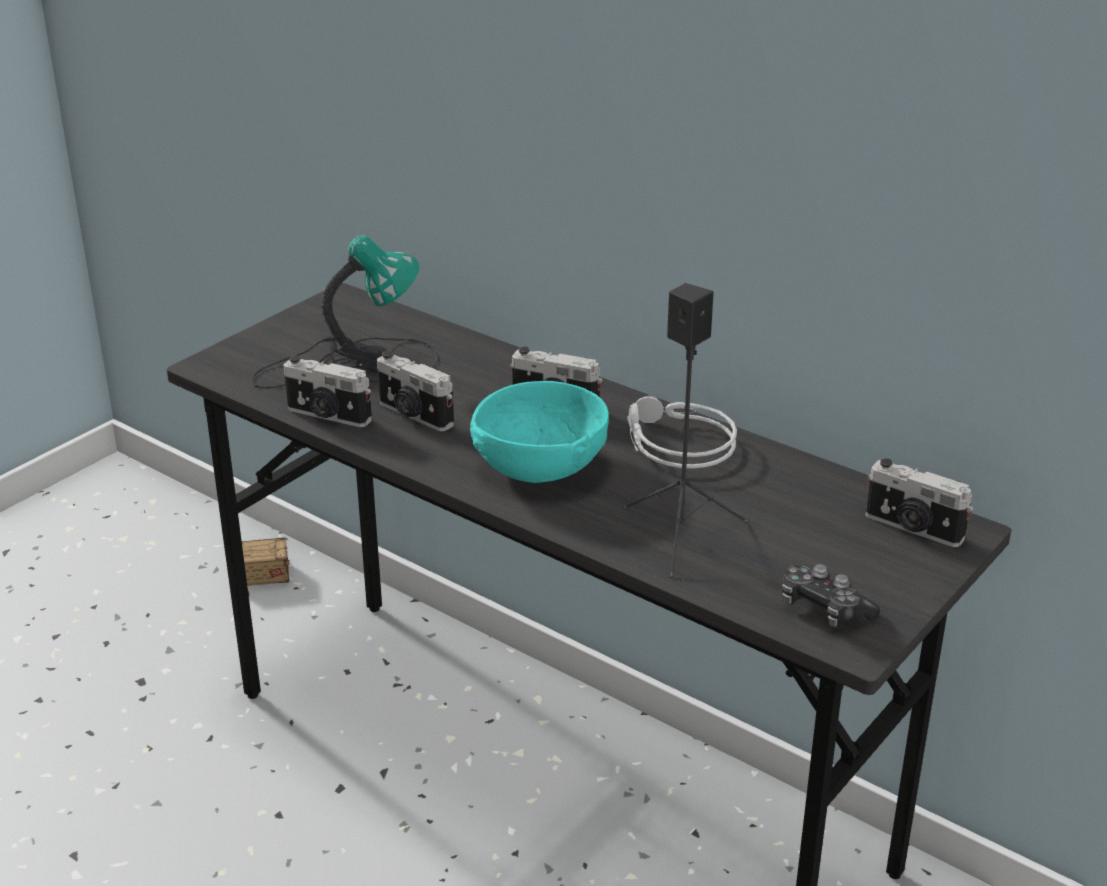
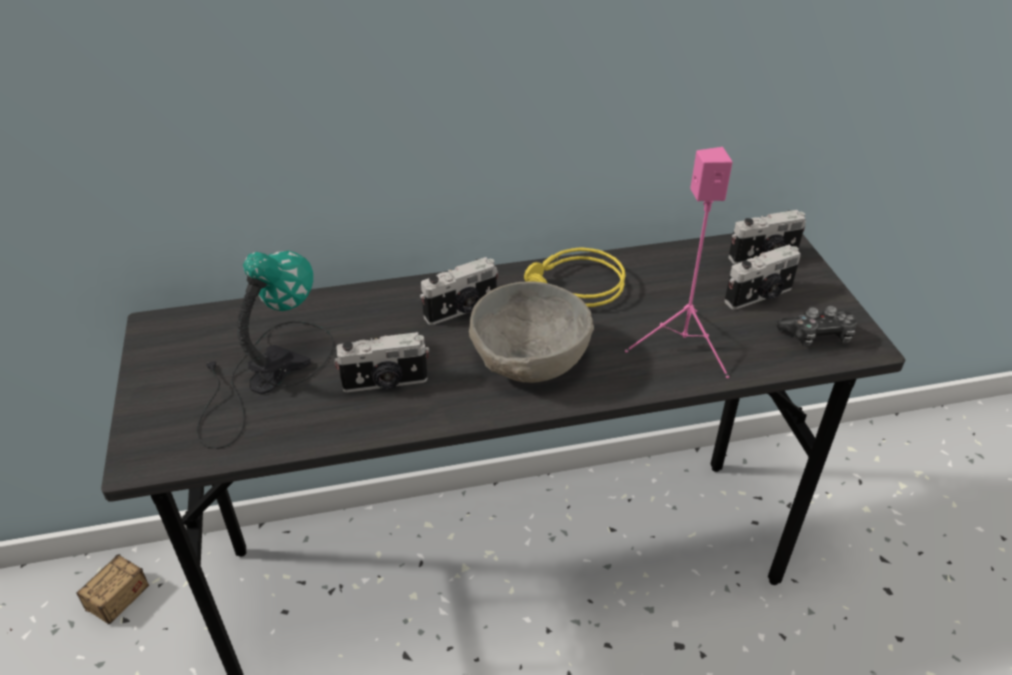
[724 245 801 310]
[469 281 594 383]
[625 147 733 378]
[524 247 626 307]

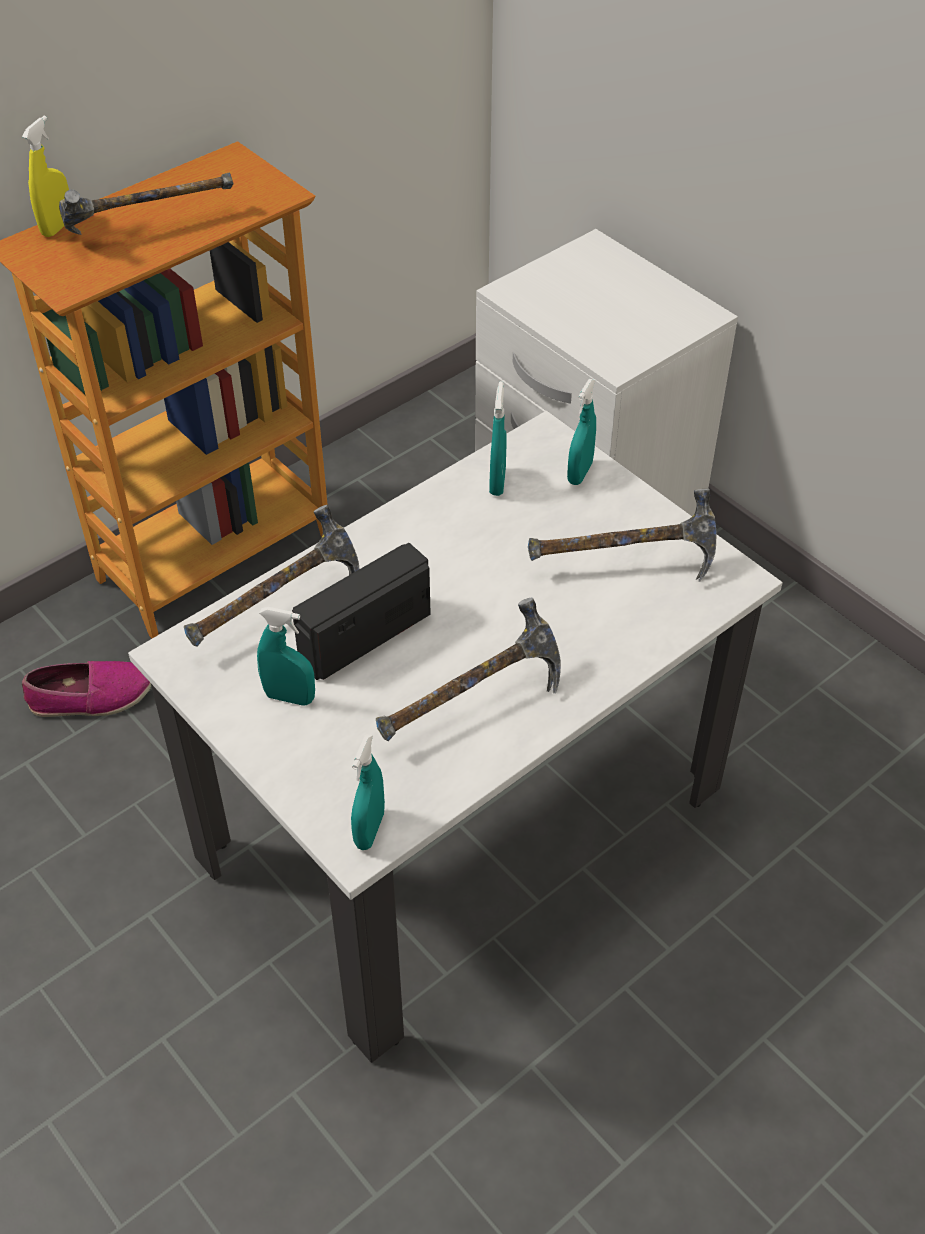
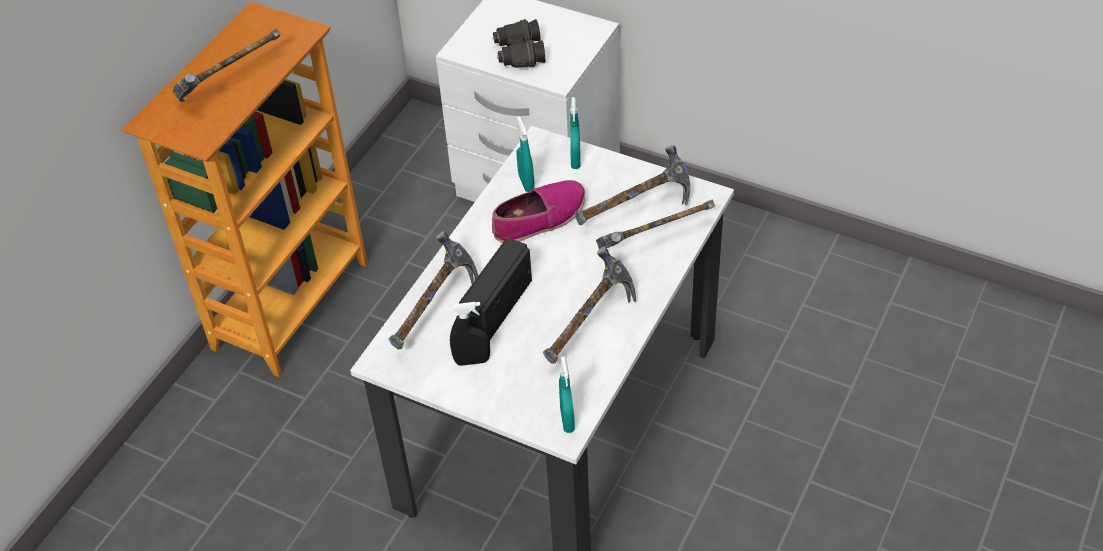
[22 116 69 237] (first image)
[492 180 585 243]
[450 302 490 366]
[493 19 545 68]
[596 200 715 249]

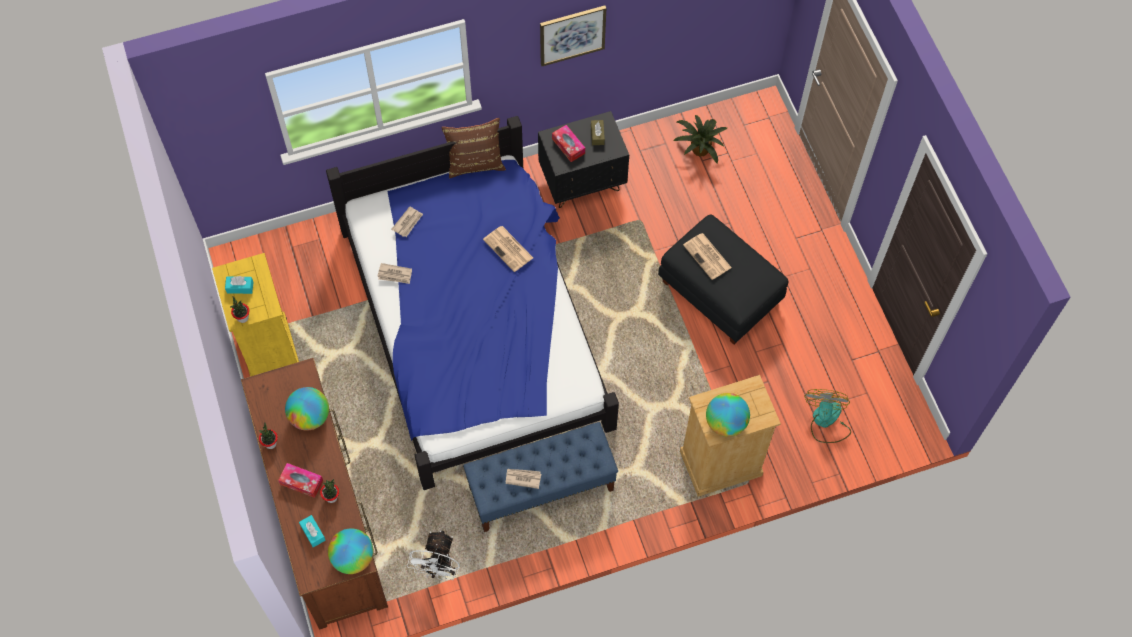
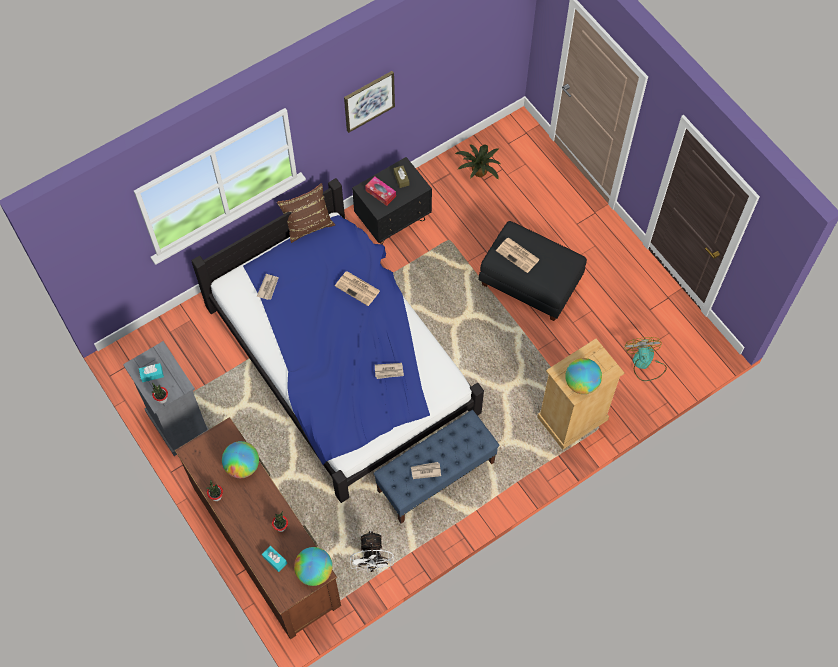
[123 341 209 456]
[278 463 323 498] (first image)
[375 363 404 379]

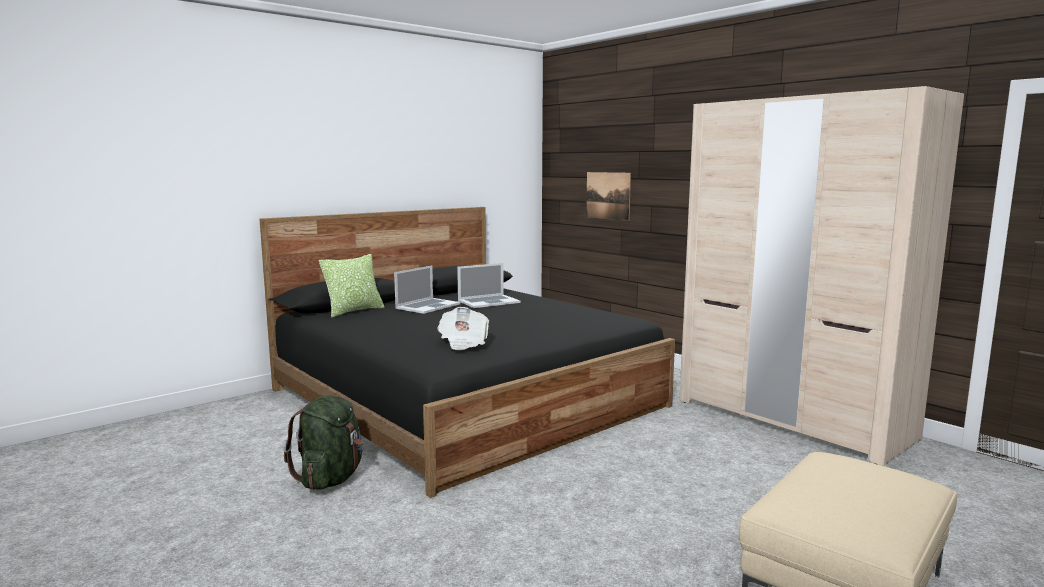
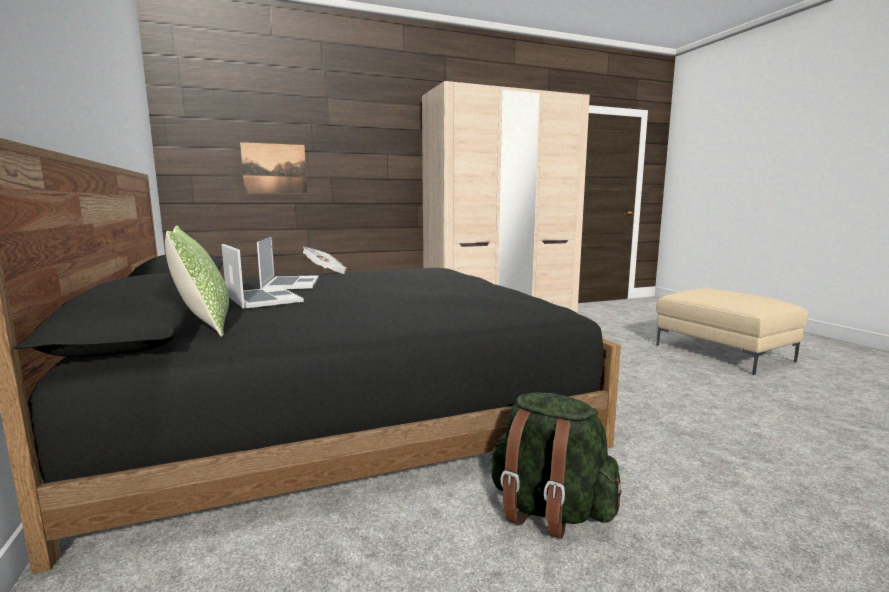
[303 247 347 274]

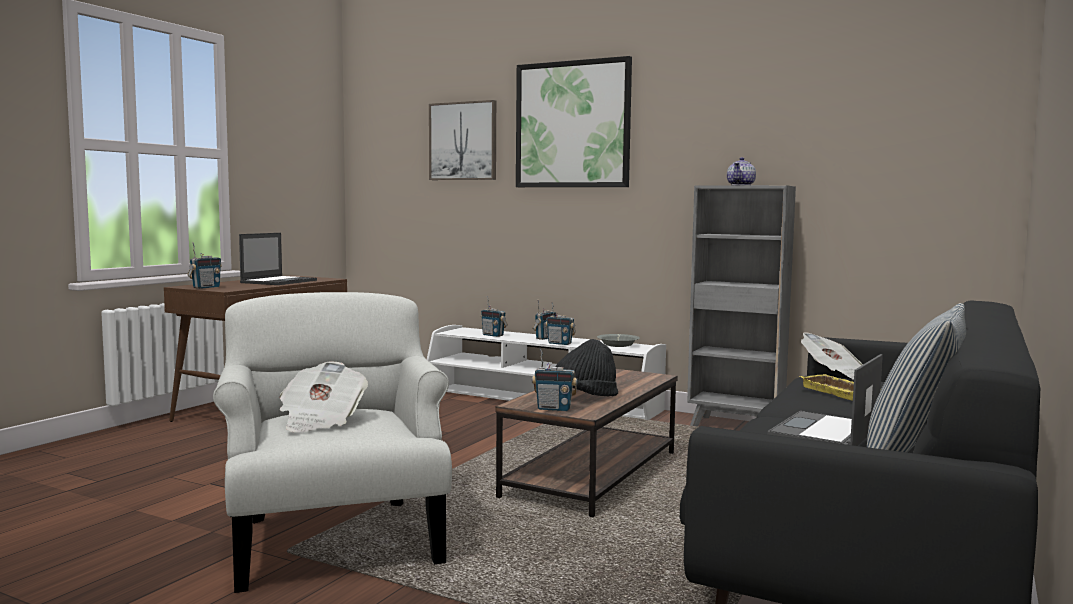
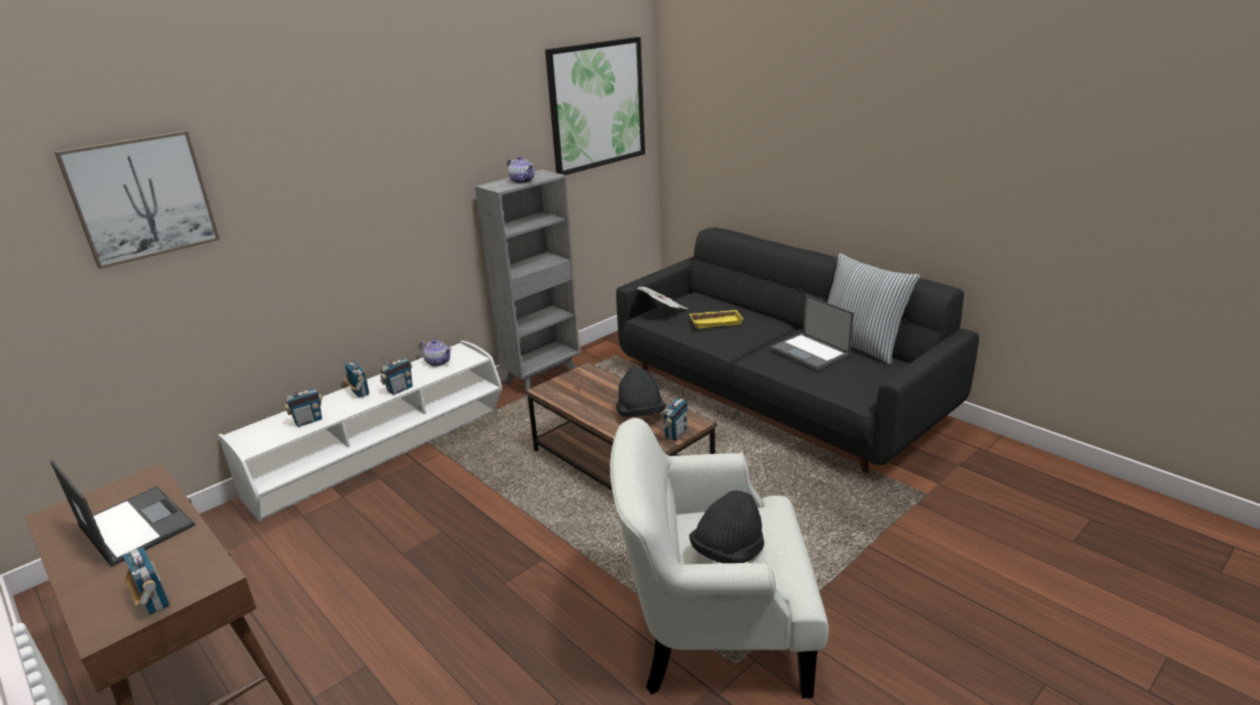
[689 490 764 563]
[545 37 645 175]
[419 340 452 366]

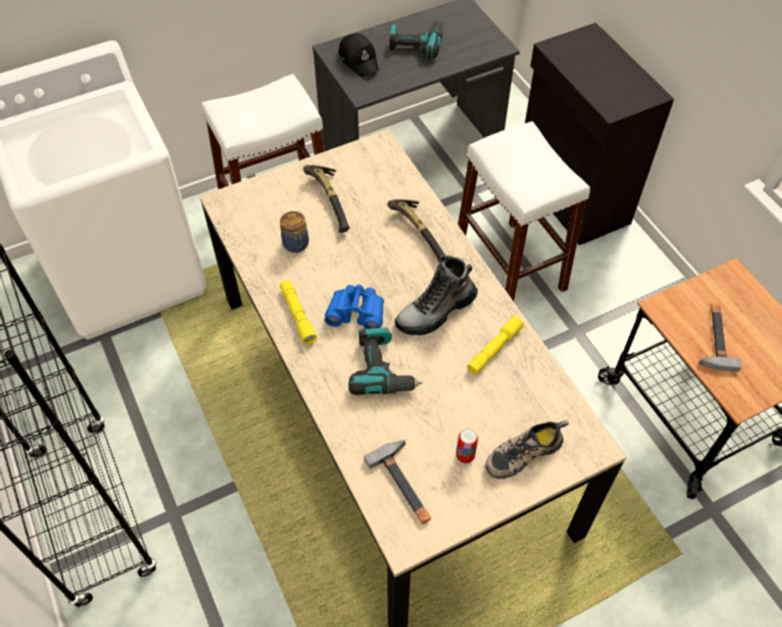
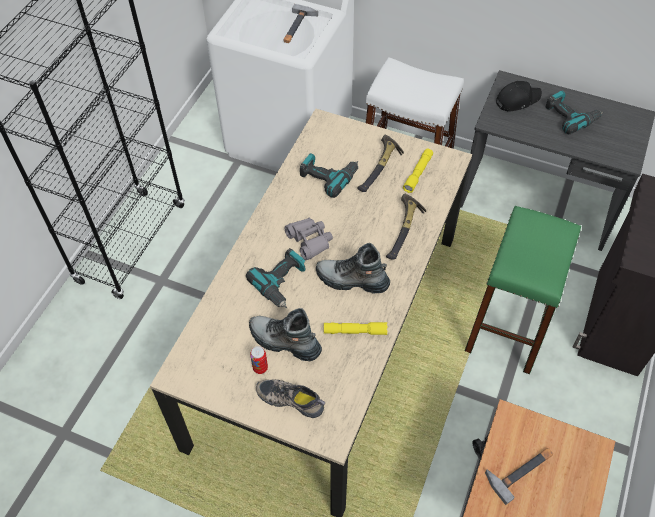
[300 153 358 198]
[403 149 433 193]
[284 218 333 260]
[496 81 542 112]
[283 4 318 43]
[465 206 581 374]
[249 308 322 361]

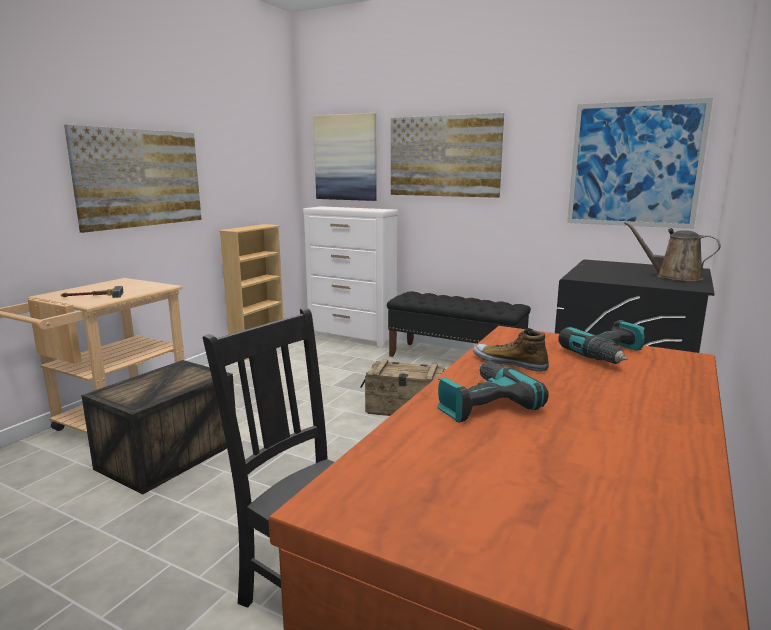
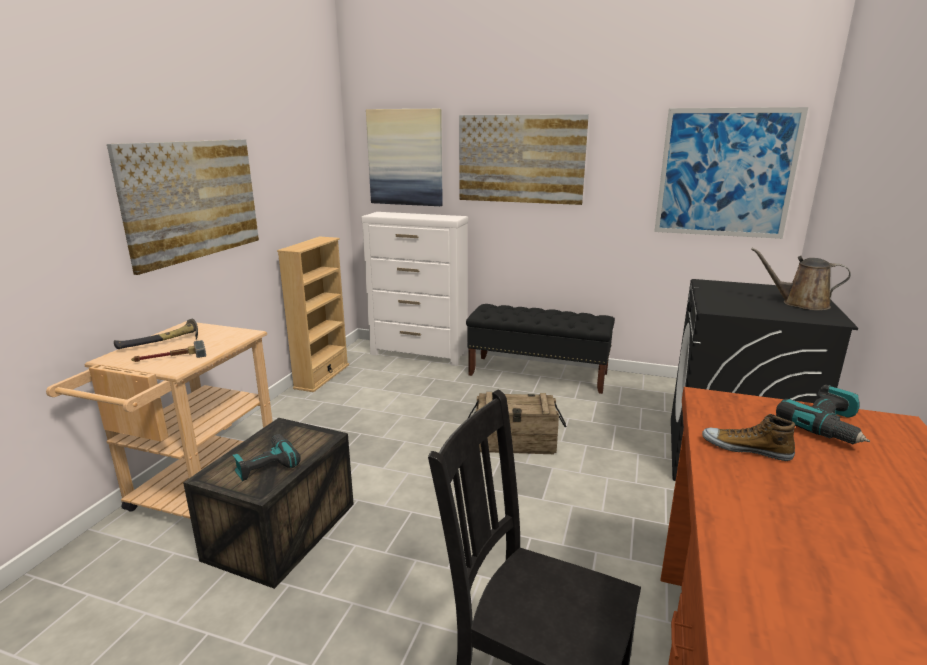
[233 434 301 481]
[114 319 198 349]

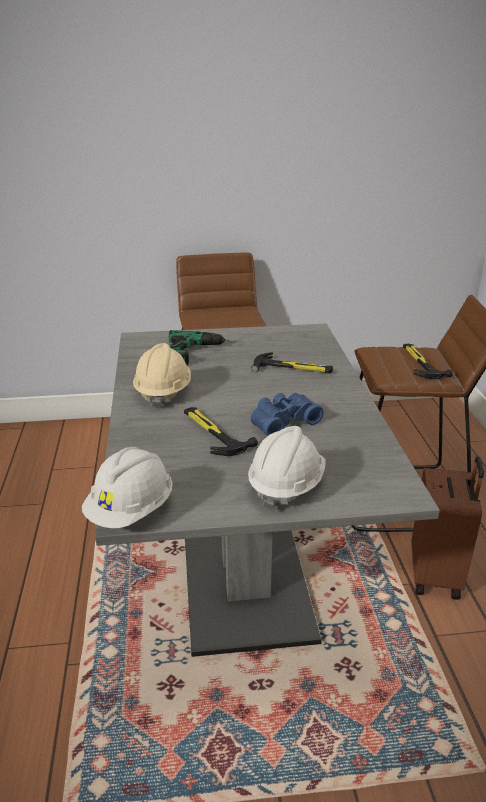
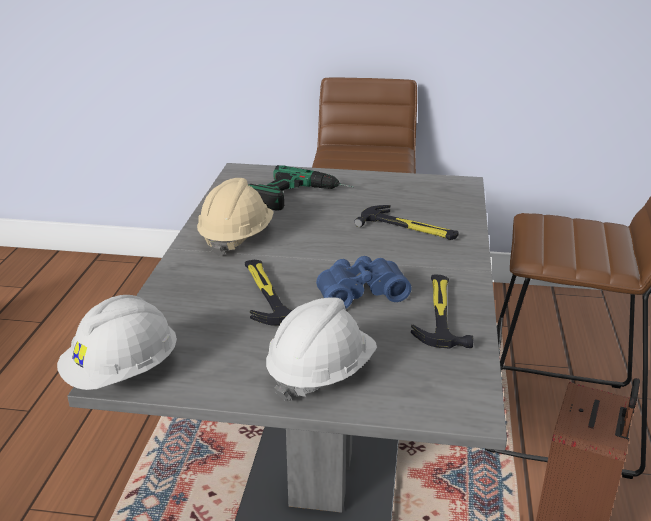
[411 275 473 348]

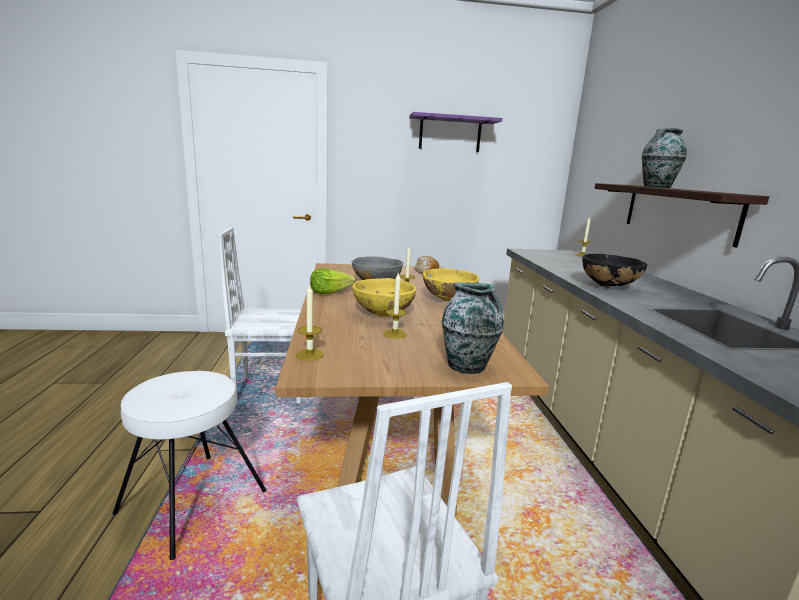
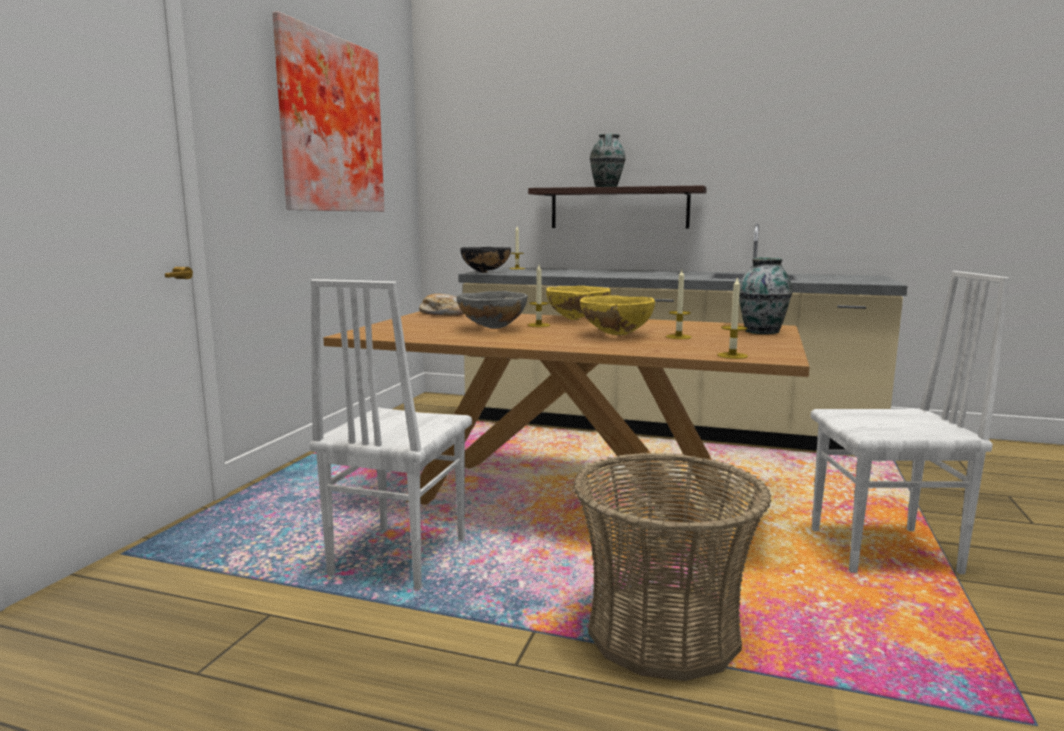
[573 453 771 681]
[310 268 356 294] (first image)
[273 11 384 212]
[460 247 511 273]

